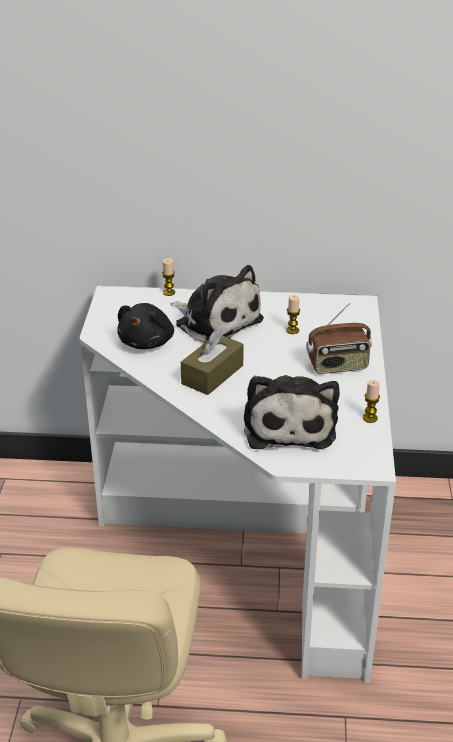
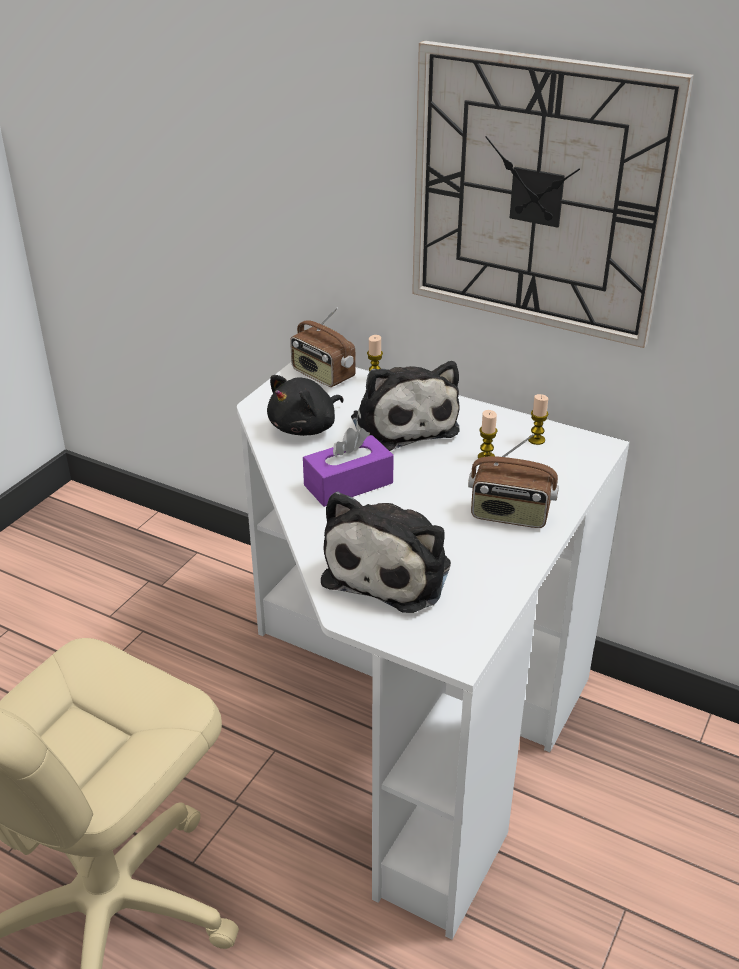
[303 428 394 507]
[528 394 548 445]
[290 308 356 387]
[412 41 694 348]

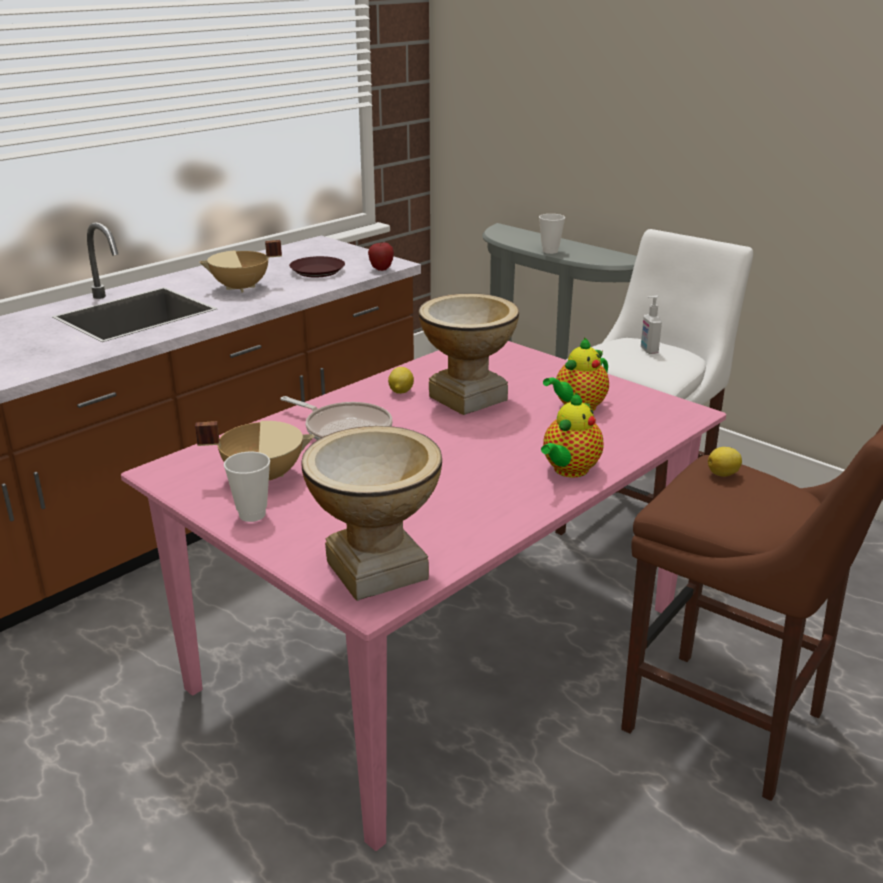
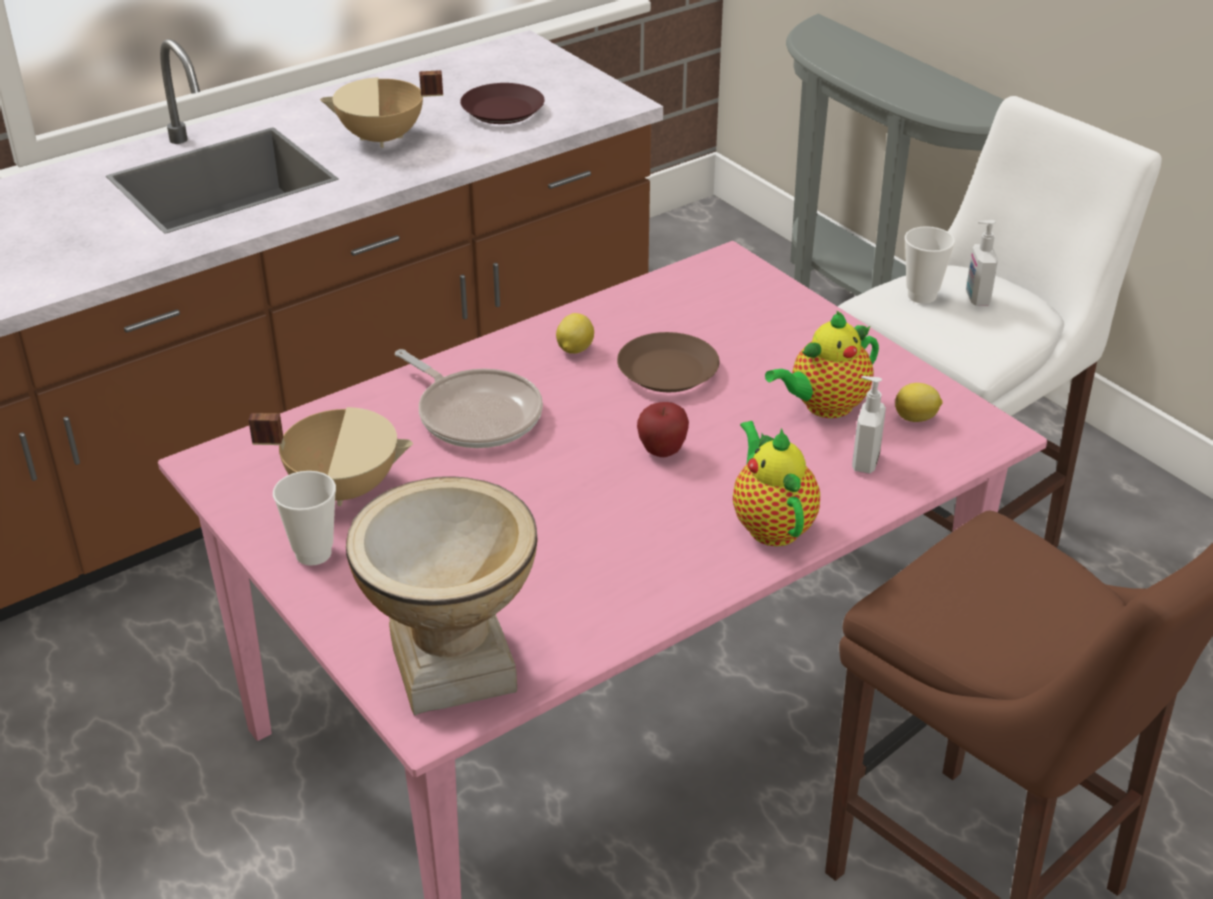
[637 402 689 457]
[617 332 719 392]
[905 226 955 304]
[733 421 820 546]
[895 383 943 422]
[852 376 886 474]

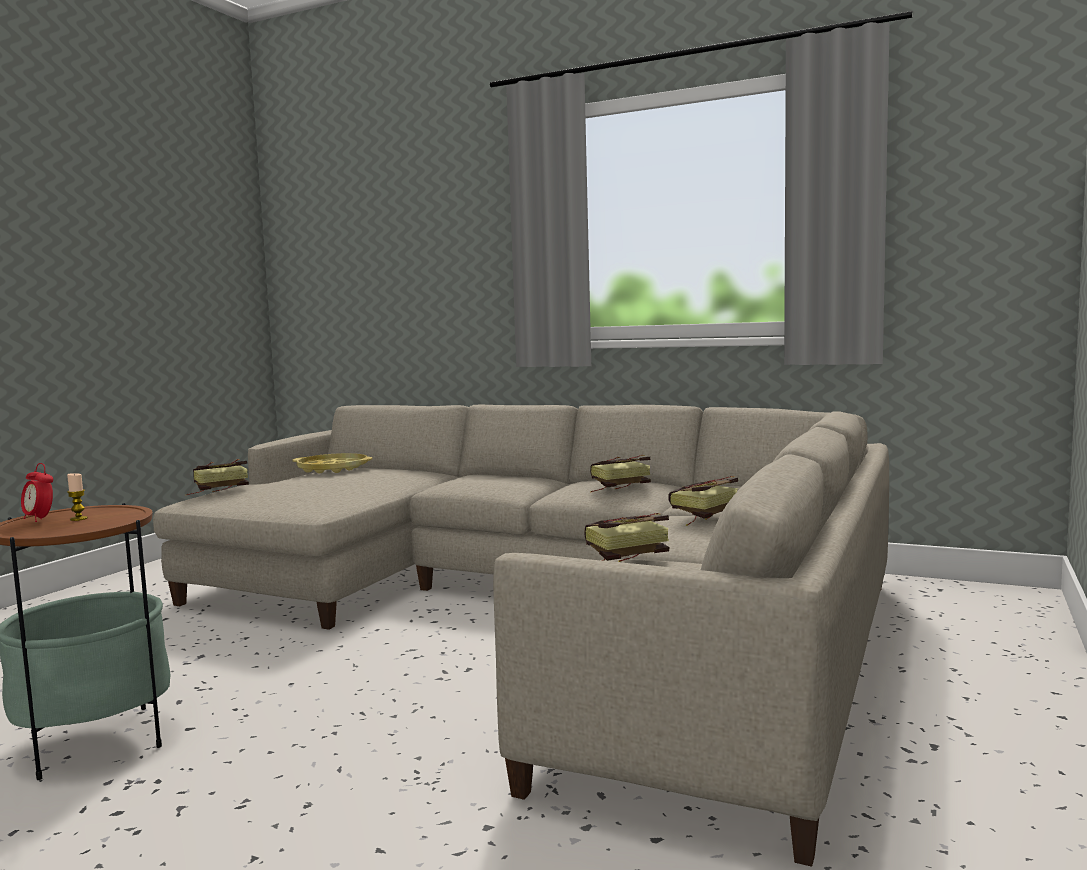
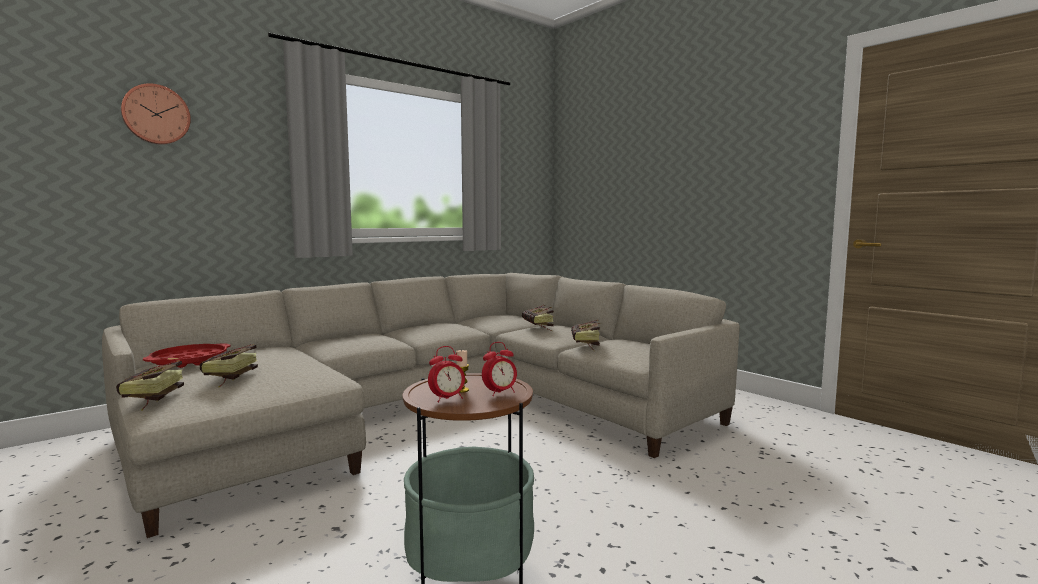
[143 343 230 368]
[200 344 258 388]
[121 83 191 145]
[482 342 517 396]

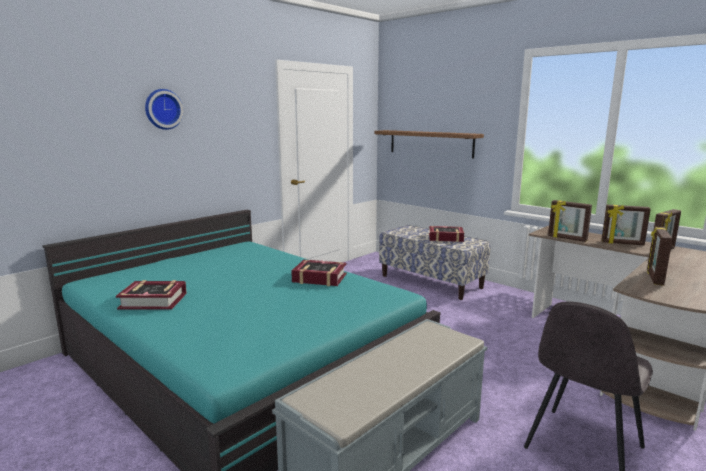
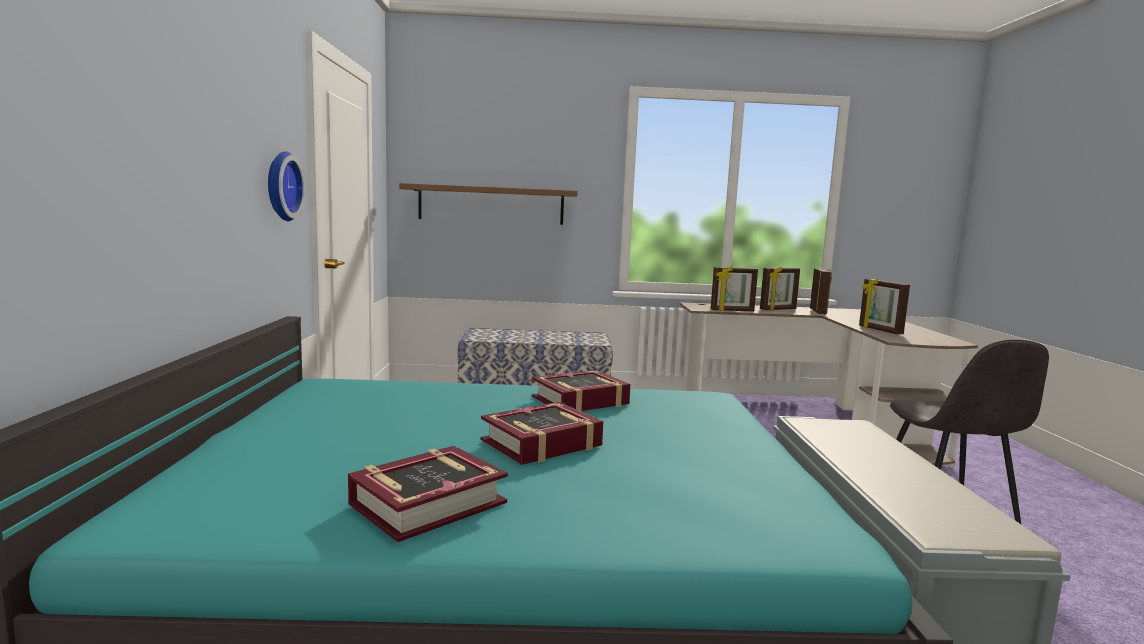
[268 151 306 221]
[481 402 604 465]

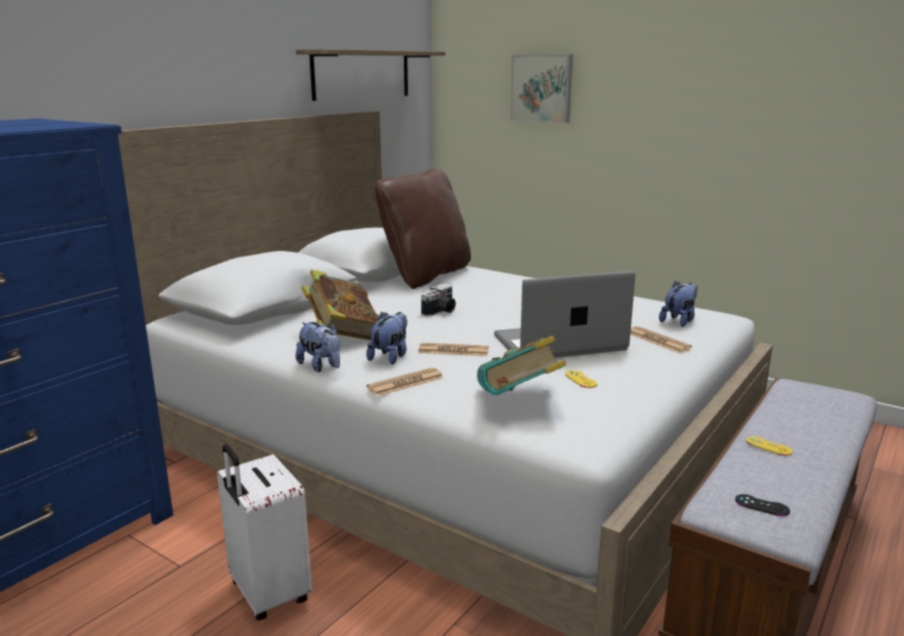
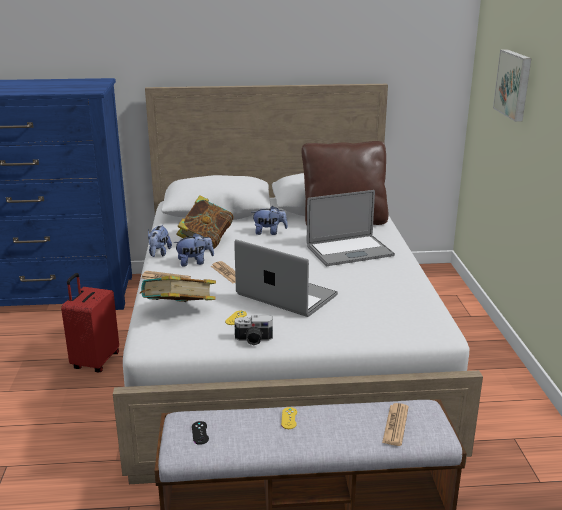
[61 273 119 372]
[296 49 445 101] (first image)
[234 315 273 345]
[382 403 409 446]
[253 206 288 235]
[307 190 395 266]

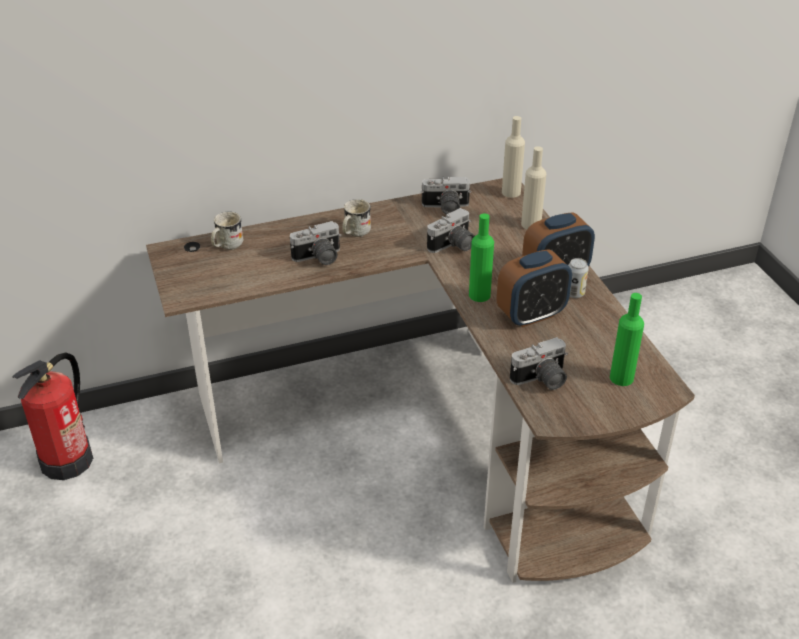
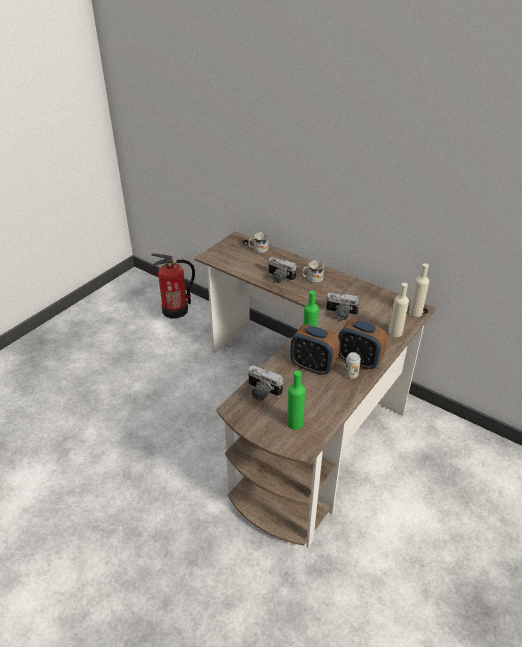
[421 177 471 214] (first image)

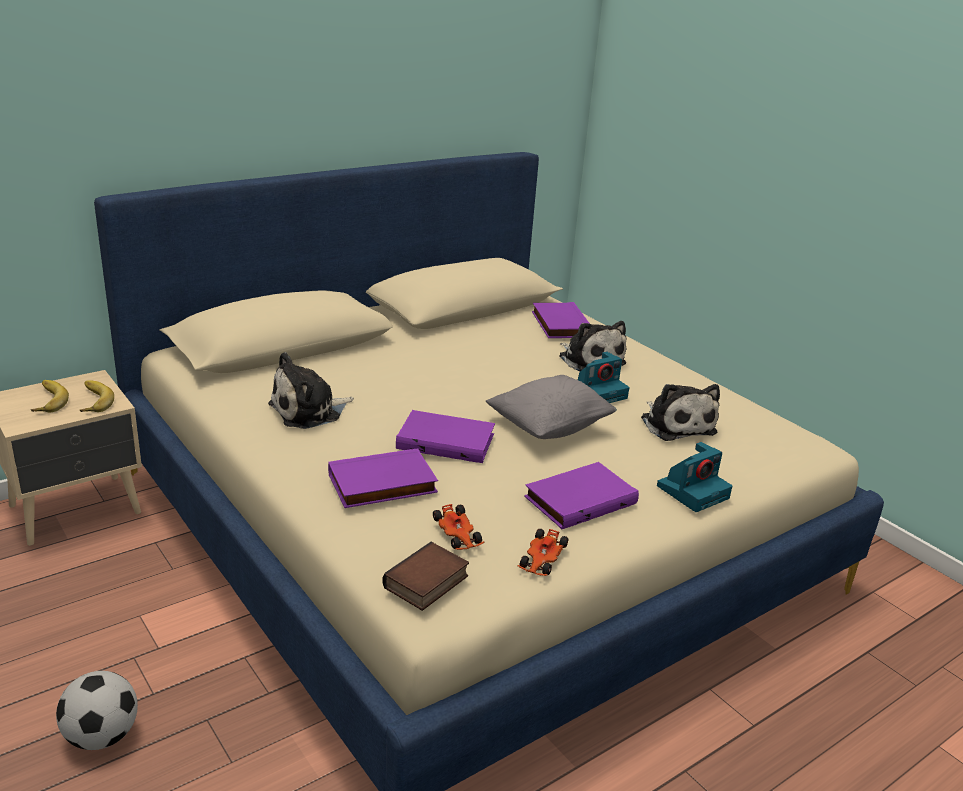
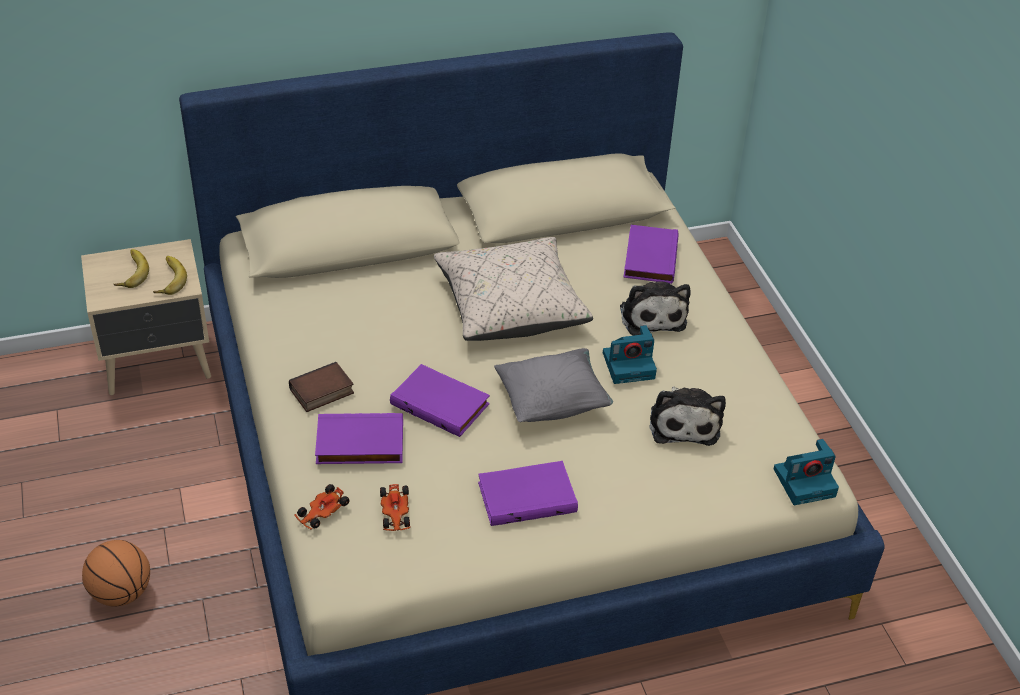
[82 540 150 607]
[268 352 354 429] (first image)
[289 362 354 412]
[294 484 350 530]
[773 439 839 505]
[434 237 593 341]

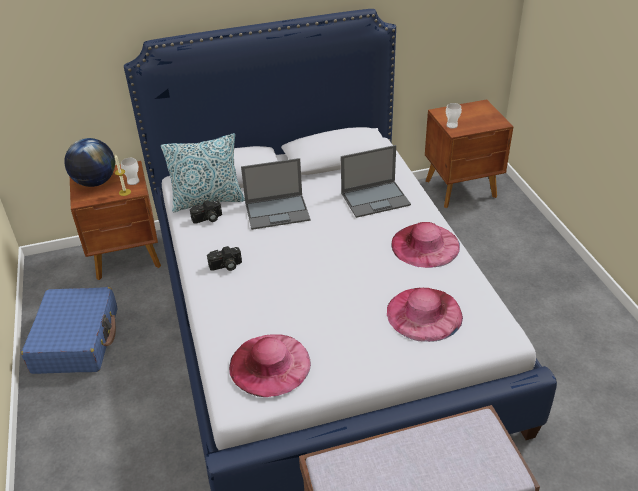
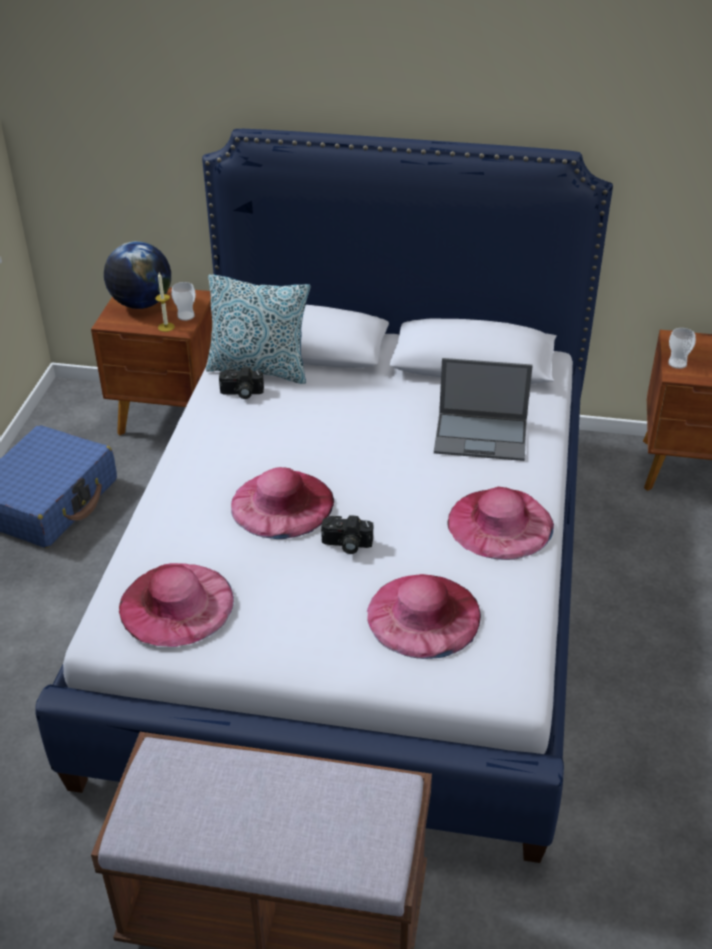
[321 515 373 554]
[241 158 310 230] (first image)
[231 467 334 539]

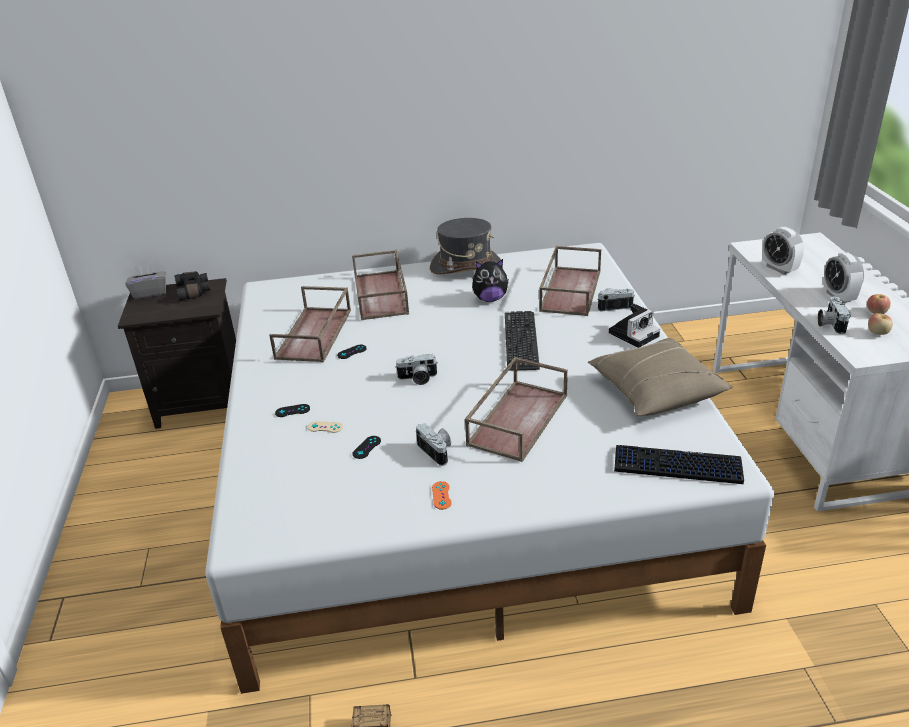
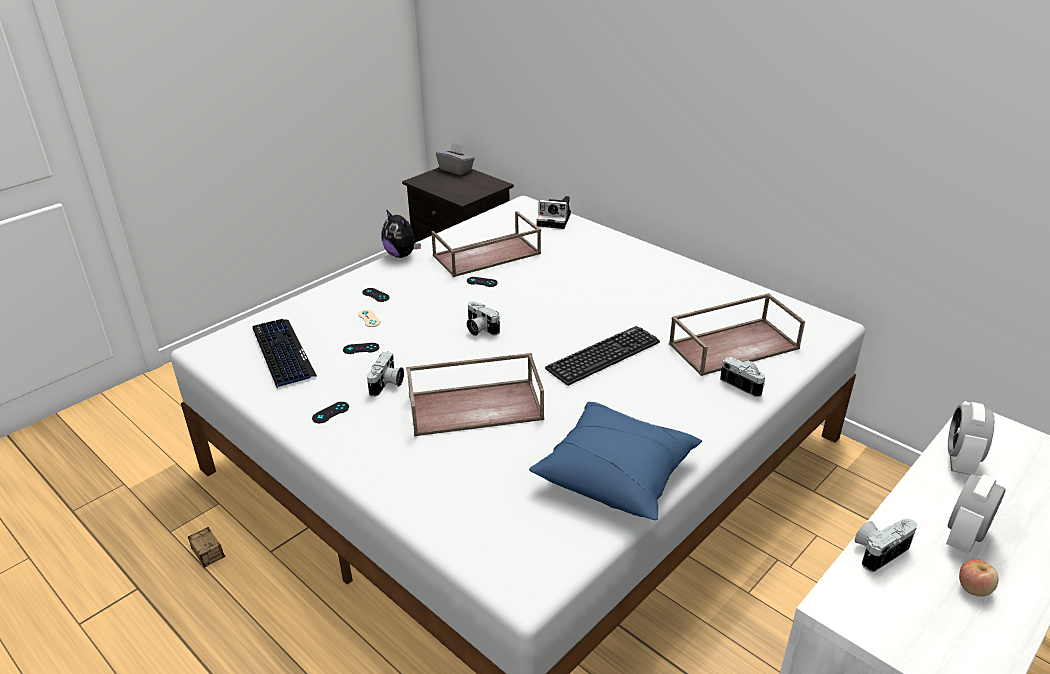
[174 271 210 301] (first image)
[352 250 409 320] (first image)
[430 218 501 274] (first image)
[312 402 349 423]
[381 209 421 258]
[529 402 702 520]
[537 196 571 229]
[253 319 317 388]
[868 313 893 335] (first image)

